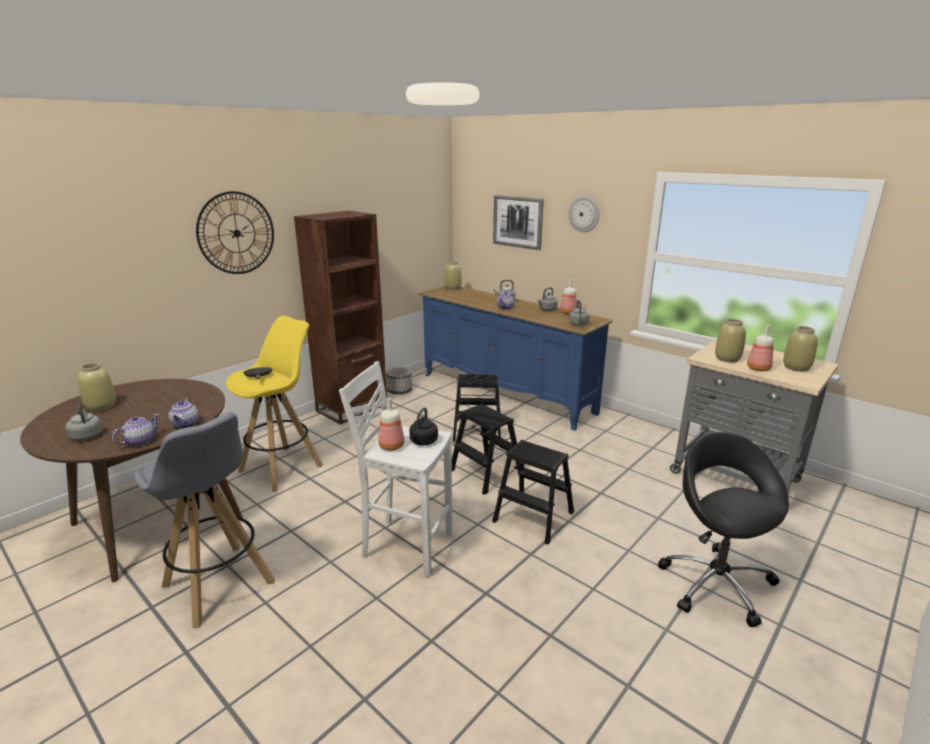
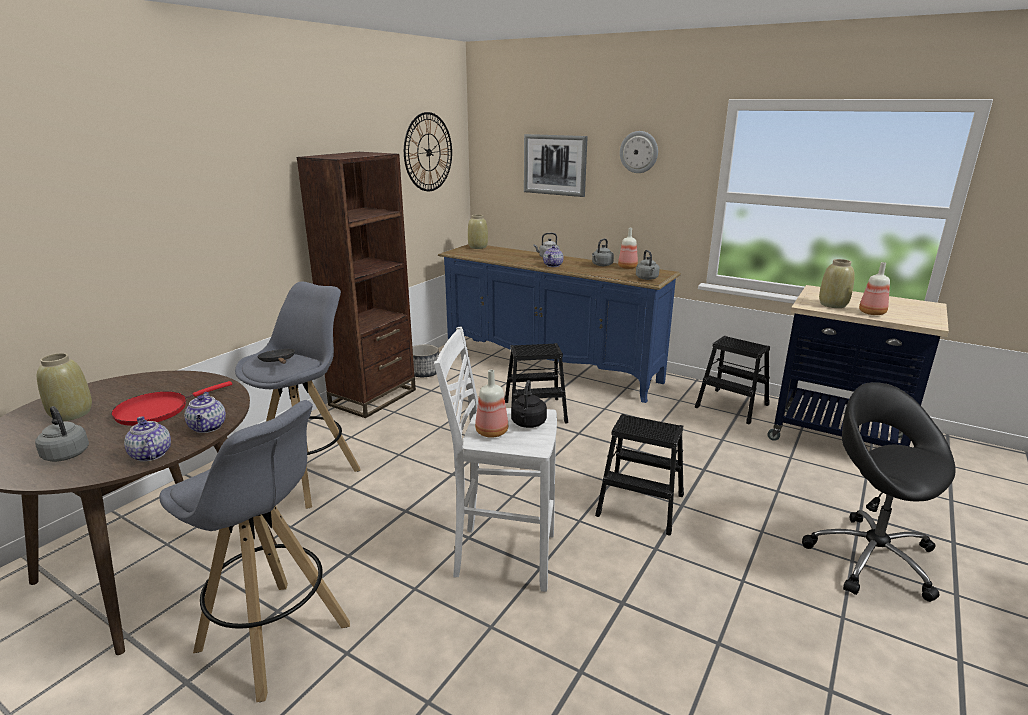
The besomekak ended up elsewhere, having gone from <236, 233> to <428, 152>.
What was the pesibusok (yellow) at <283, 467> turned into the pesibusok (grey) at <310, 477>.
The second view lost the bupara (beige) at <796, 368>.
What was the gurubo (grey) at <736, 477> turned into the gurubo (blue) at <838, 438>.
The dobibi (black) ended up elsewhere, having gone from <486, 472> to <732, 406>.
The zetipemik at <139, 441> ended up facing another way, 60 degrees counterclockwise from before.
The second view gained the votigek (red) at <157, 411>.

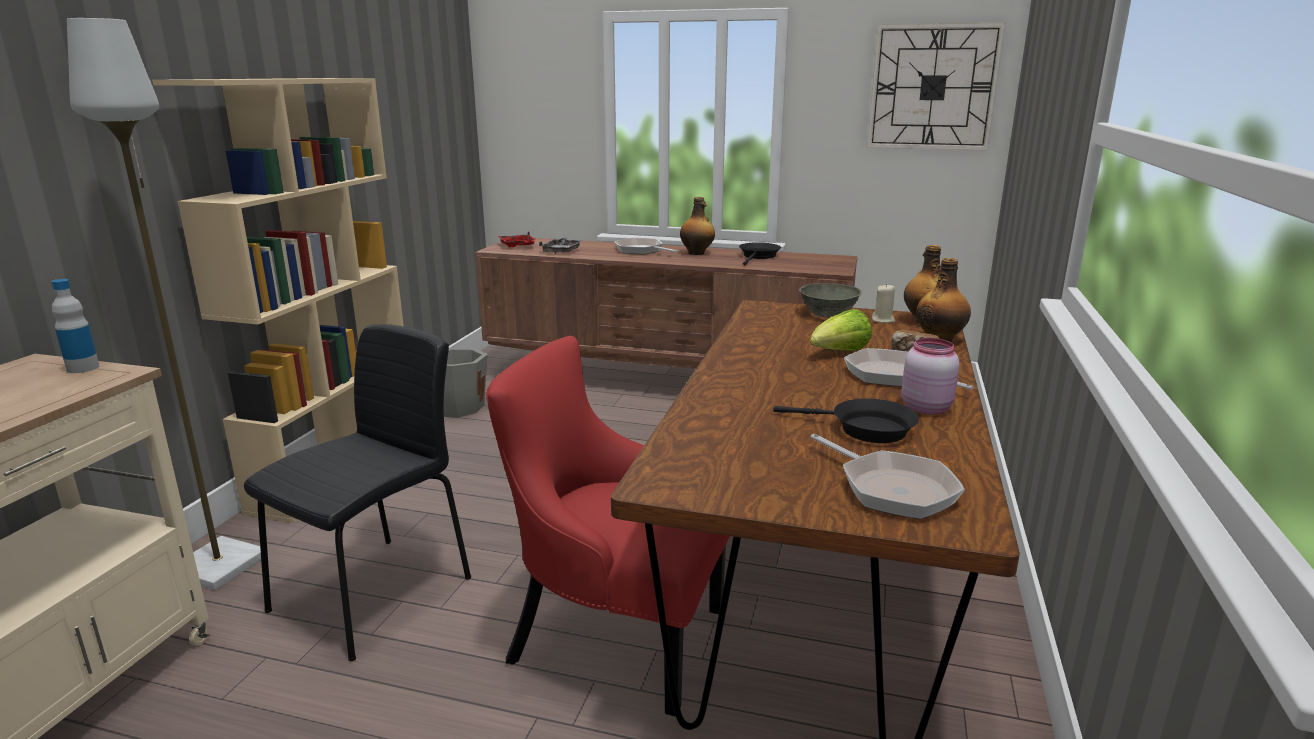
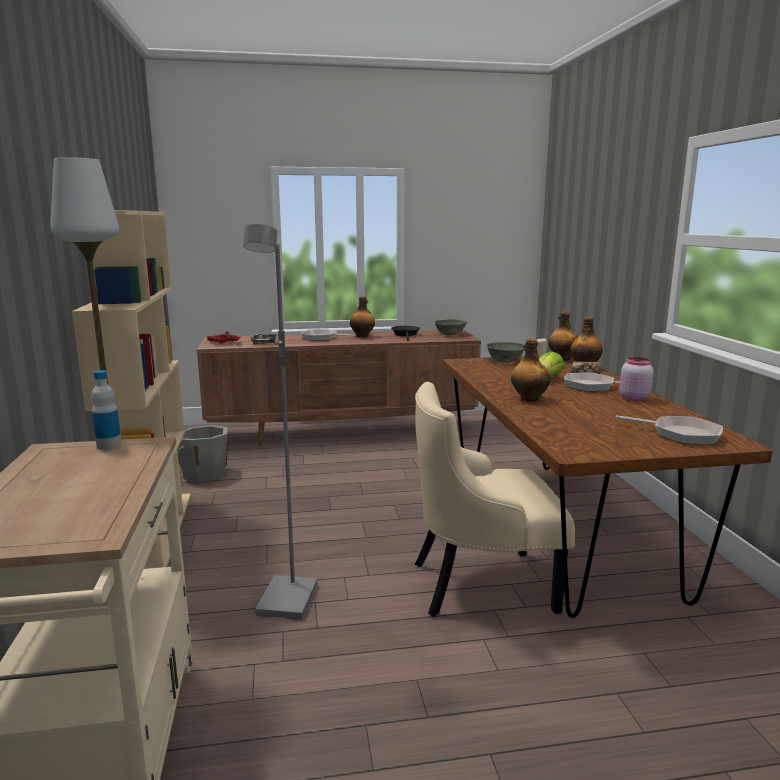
The second view lost the besomekak at <932, 87>.
Where the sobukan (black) stood at <378, 590>, the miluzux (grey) came to stand at <289, 601>.
What was the sobukan (red) at <620, 640> turned into the sobukan (beige) at <484, 585>.
The second view lost the votigek (black) at <865, 429>.
The second view gained the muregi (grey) at <450, 334>.
The second view gained the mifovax at <529, 399>.

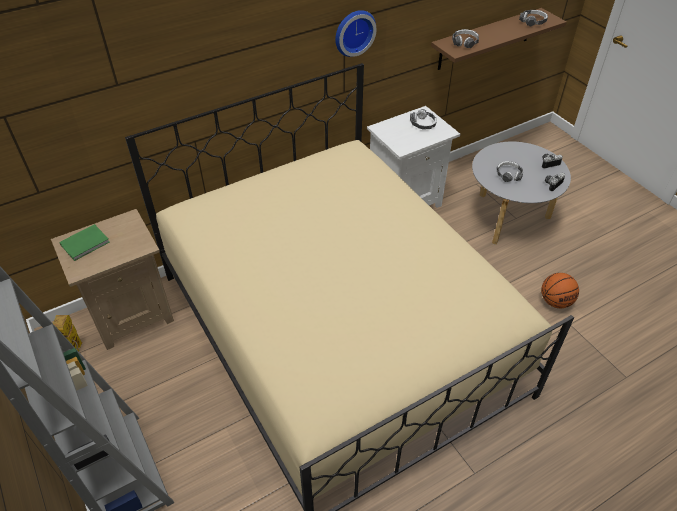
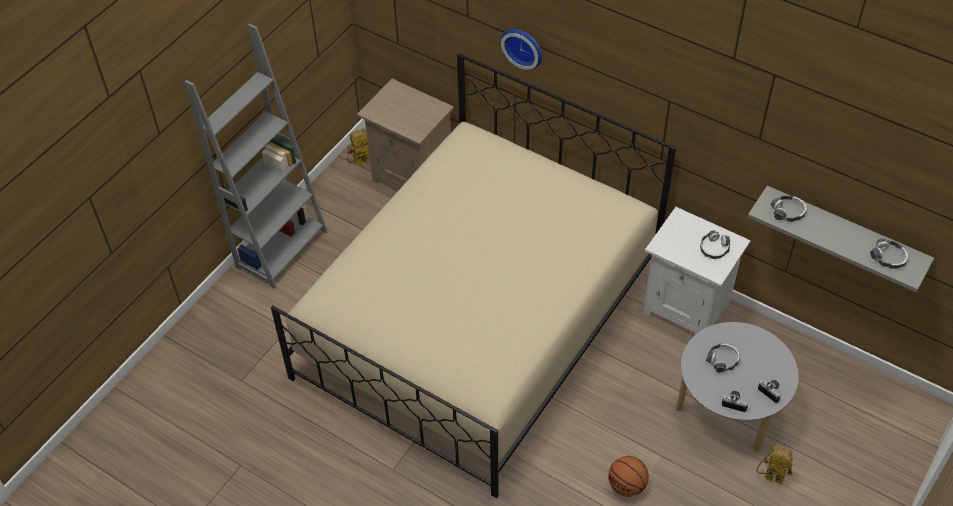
What was the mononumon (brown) at <485, 39> turned into the mononumon (grey) at <844, 233>.
The besomekak ended up elsewhere, having gone from <353, 32> to <524, 46>.
The second view lost the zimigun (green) at <86, 243>.
The second view gained the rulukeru at <769, 477>.

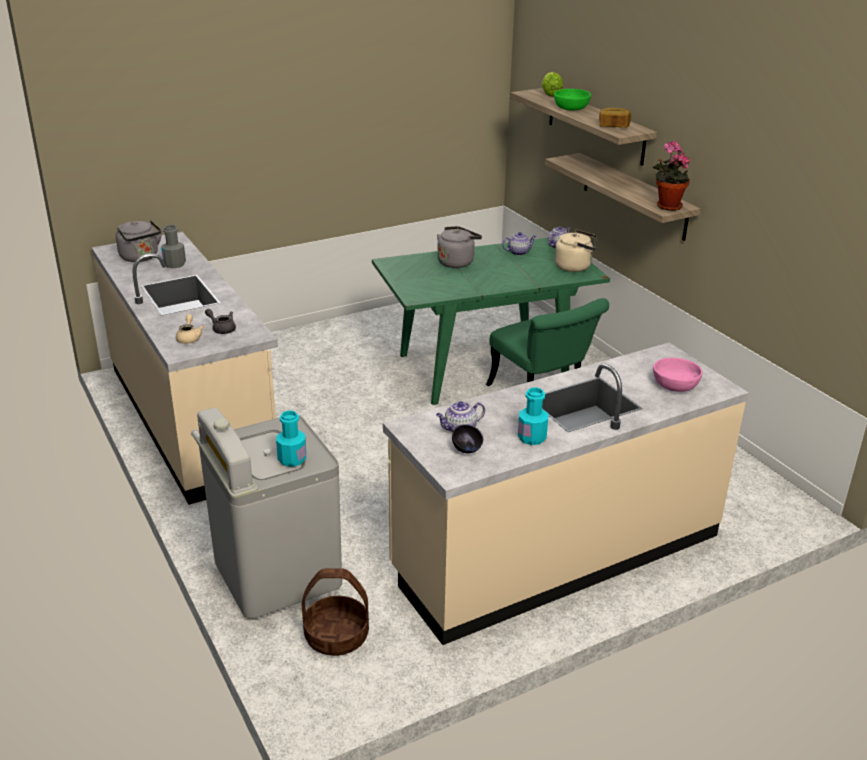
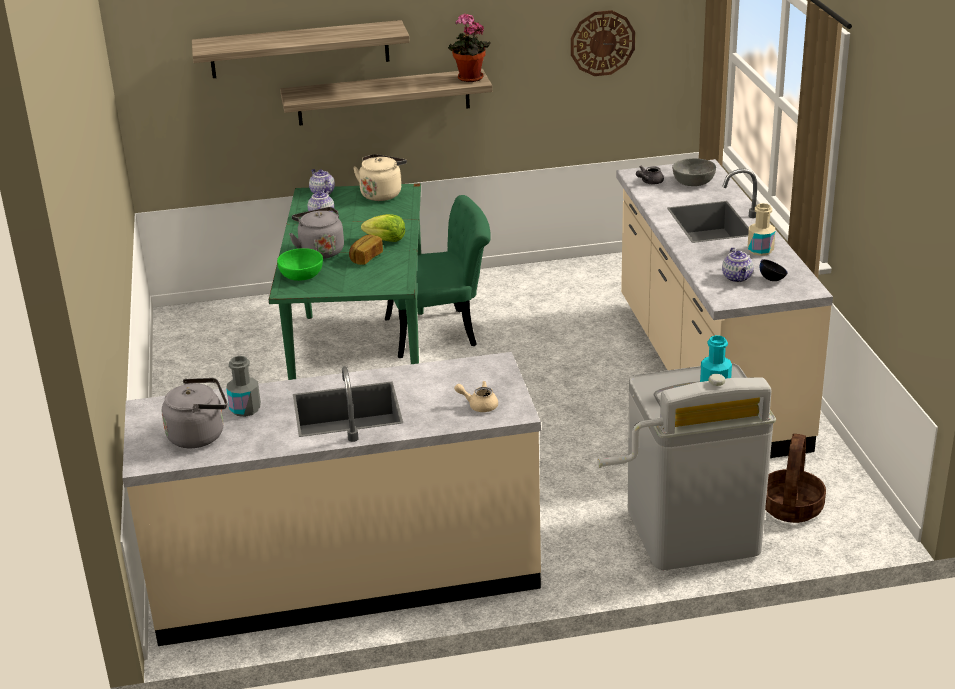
The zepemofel ended up elsewhere, having gone from <550, 94> to <386, 240>.
The muregi (green) ended up elsewhere, having gone from <571, 108> to <301, 275>.
The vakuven ended up elsewhere, having gone from <613, 126> to <365, 258>.
The zetipemik (grey) ended up elsewhere, having gone from <222, 329> to <649, 182>.
What was the muregi (pink) at <675, 385> turned into the muregi (grey) at <693, 182>.
What was the mifovax (turquoise) at <532, 438> turned into the mifovax (beige) at <760, 250>.
The second view gained the besomekak at <602, 43>.

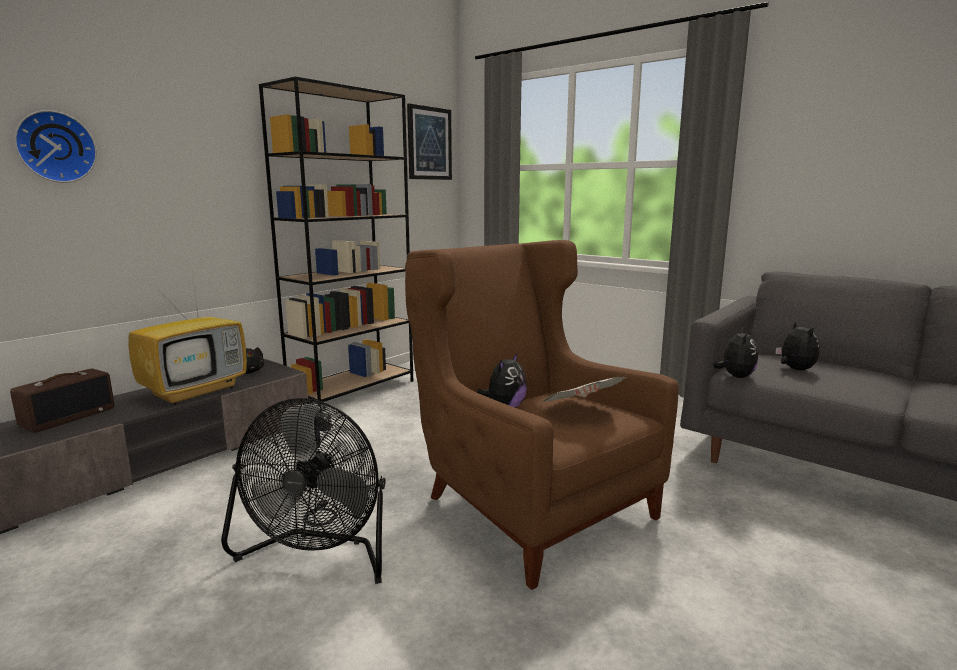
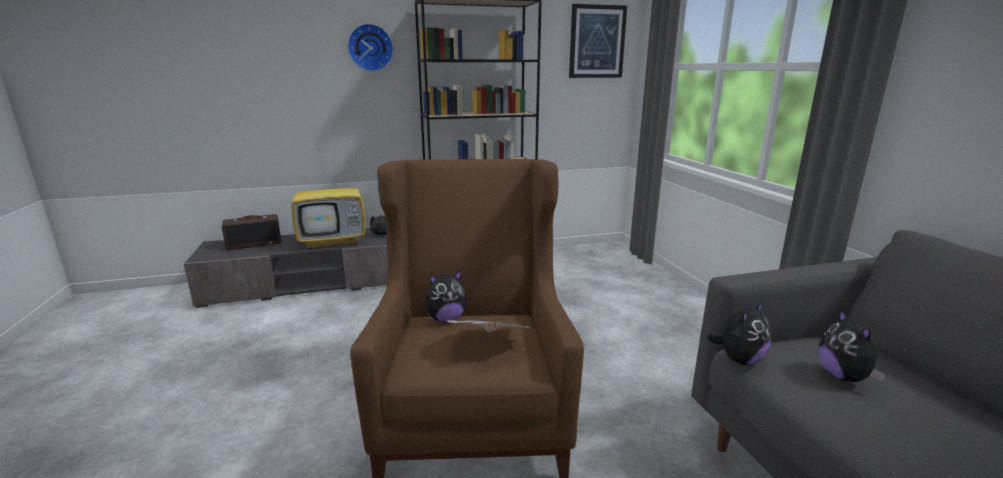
The besomekak ended up elsewhere, having gone from <55, 147> to <370, 48>.
The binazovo at <794, 369> ended up facing another way, 150 degrees clockwise from before.
The second view lost the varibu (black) at <315, 550>.

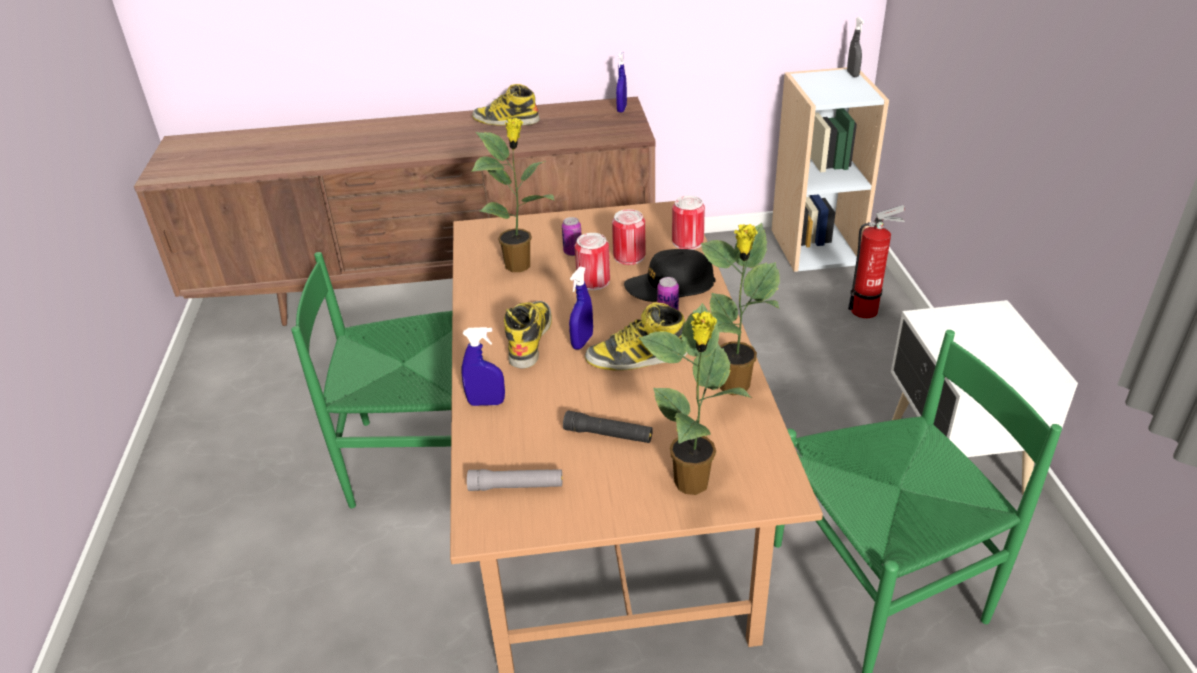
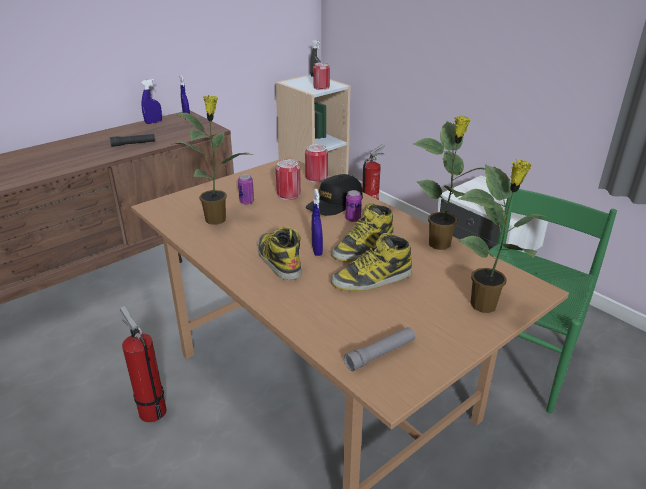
The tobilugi ended up elsewhere, having gone from <505, 120> to <372, 279>.
The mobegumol ended up elsewhere, having gone from <593, 281> to <321, 87>.
Where the sobukan (green) stood at <417, 458>, the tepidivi came to stand at <151, 409>.
The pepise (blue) ended up elsewhere, having gone from <486, 403> to <153, 122>.
The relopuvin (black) ended up elsewhere, having gone from <608, 434> to <133, 144>.

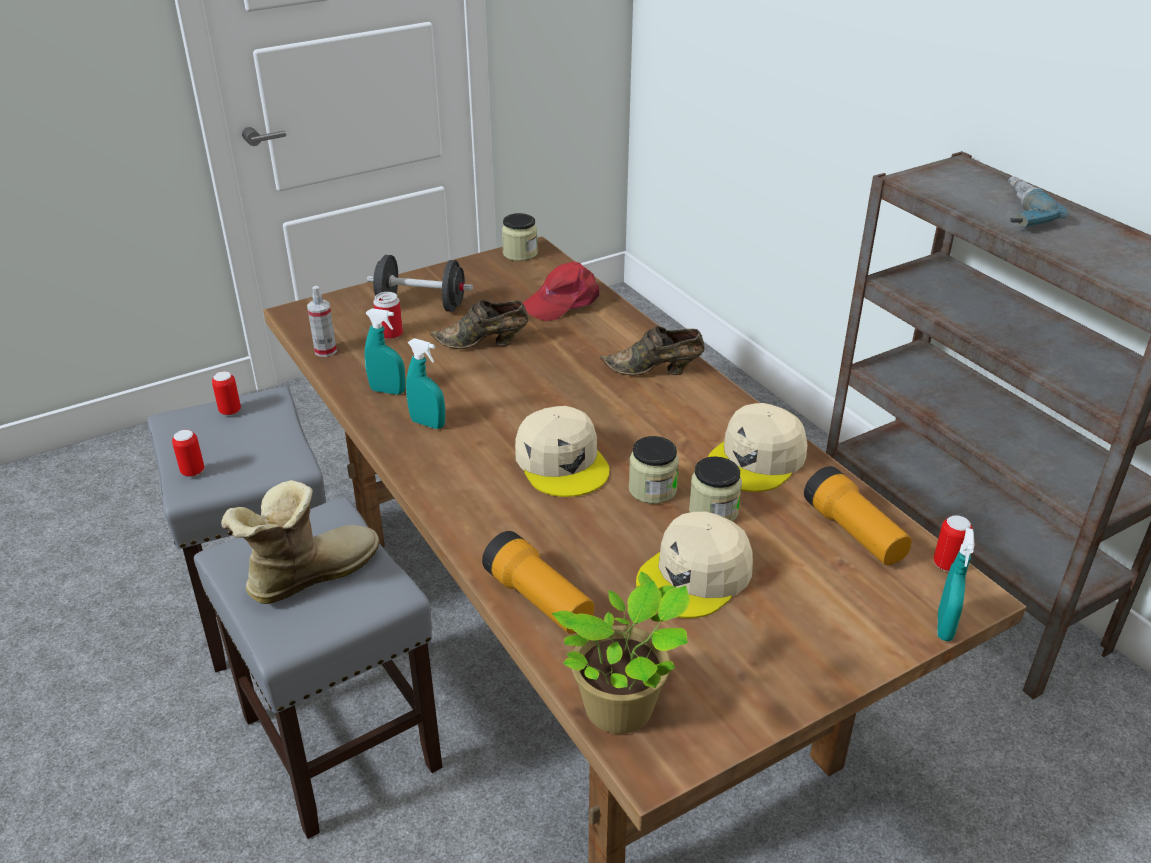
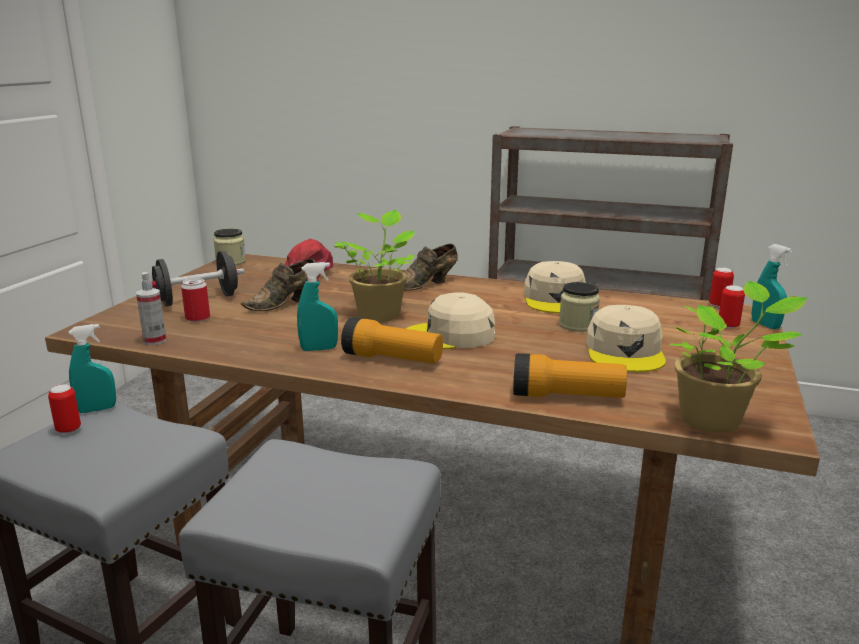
The second view lost the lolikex at <1014, 211>.
The pepise (turquoise) ended up elsewhere, having gone from <387, 391> to <97, 409>.
The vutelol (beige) at <562, 462> ended up facing another way, 150 degrees clockwise from before.
The mobegumol ended up elsewhere, having gone from <193, 471> to <728, 326>.
The second view lost the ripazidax at <652, 489>.
The relopuvin ended up elsewhere, having gone from <854, 533> to <392, 359>.
The second view lost the tobilugi at <308, 573>.
The second view gained the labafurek at <380, 314>.

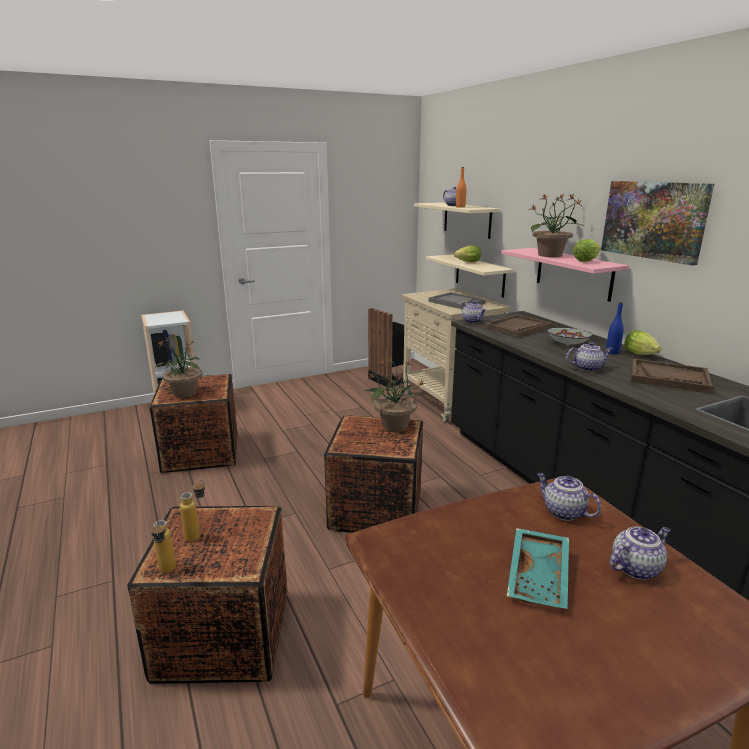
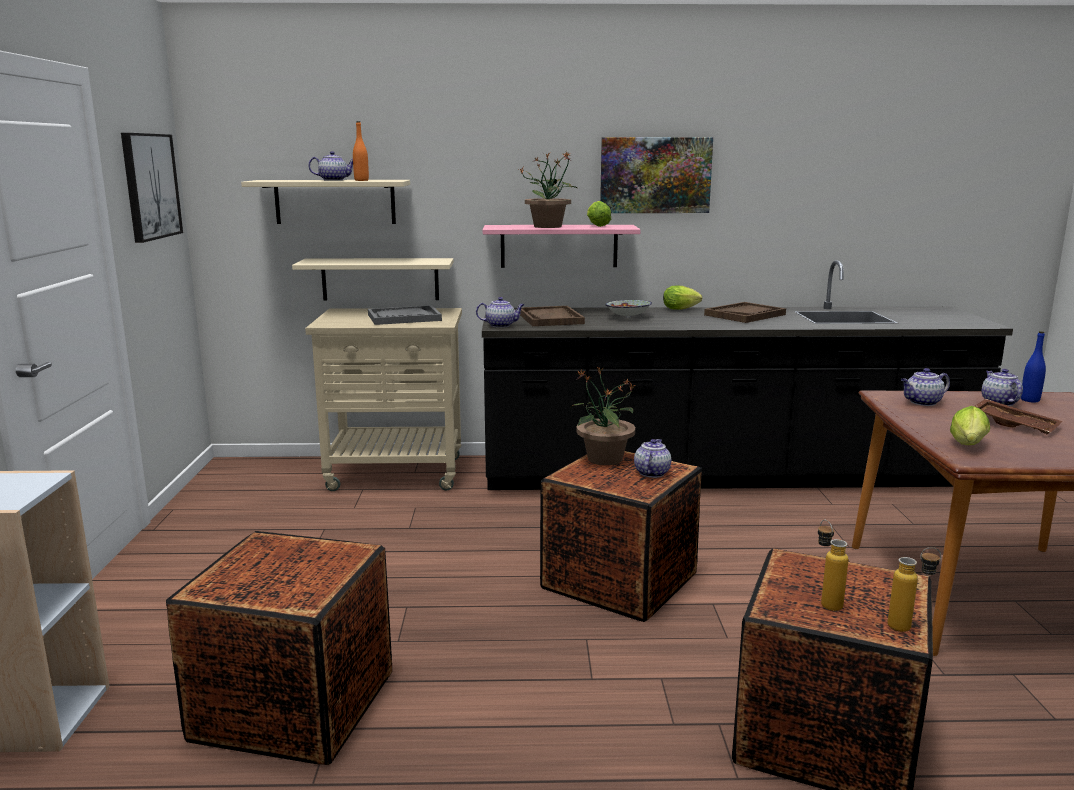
The zepemofel ended up elsewhere, having gone from <466, 262> to <968, 446>.
The mifovax (blue) ended up elsewhere, having gone from <612, 352> to <1030, 400>.
The second view lost the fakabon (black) at <389, 379>.
The second view lost the labafurek at <184, 393>.
The zetipemik ended up elsewhere, having gone from <587, 368> to <651, 473>.
What was the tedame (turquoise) at <540, 577> turned into the tedame (brown) at <1015, 425>.
The second view gained the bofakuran at <150, 186>.

